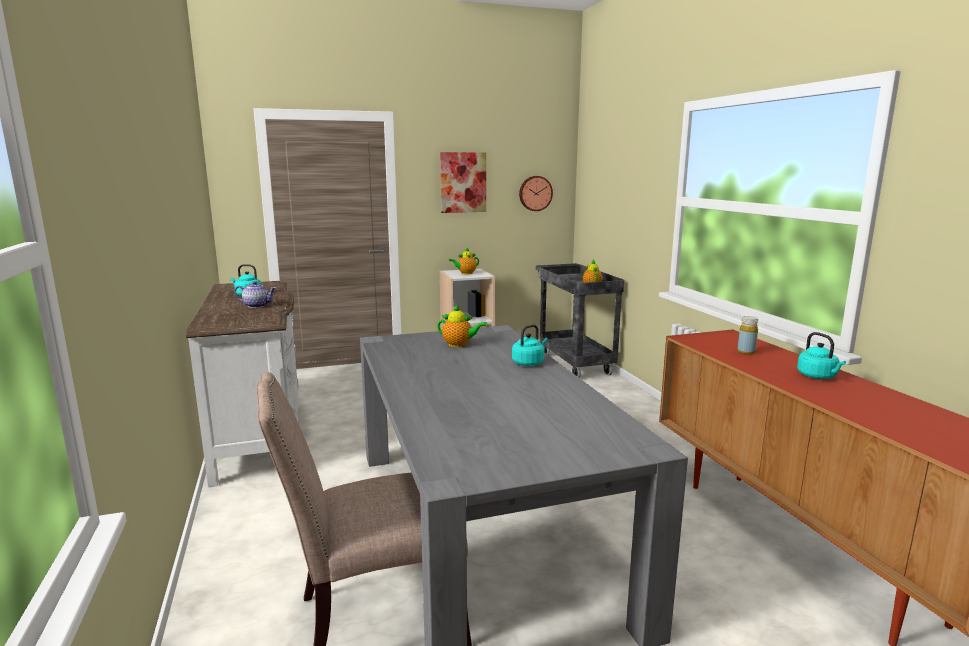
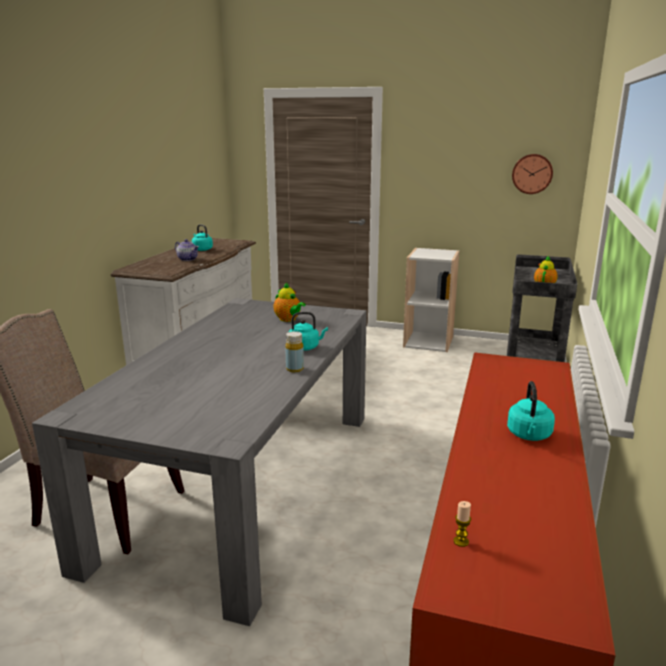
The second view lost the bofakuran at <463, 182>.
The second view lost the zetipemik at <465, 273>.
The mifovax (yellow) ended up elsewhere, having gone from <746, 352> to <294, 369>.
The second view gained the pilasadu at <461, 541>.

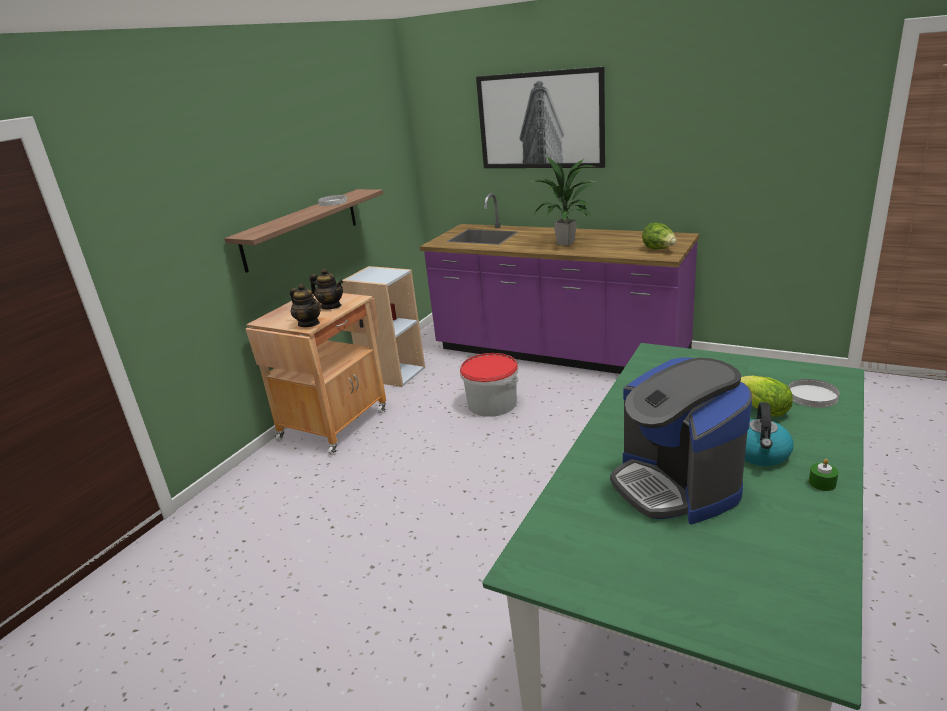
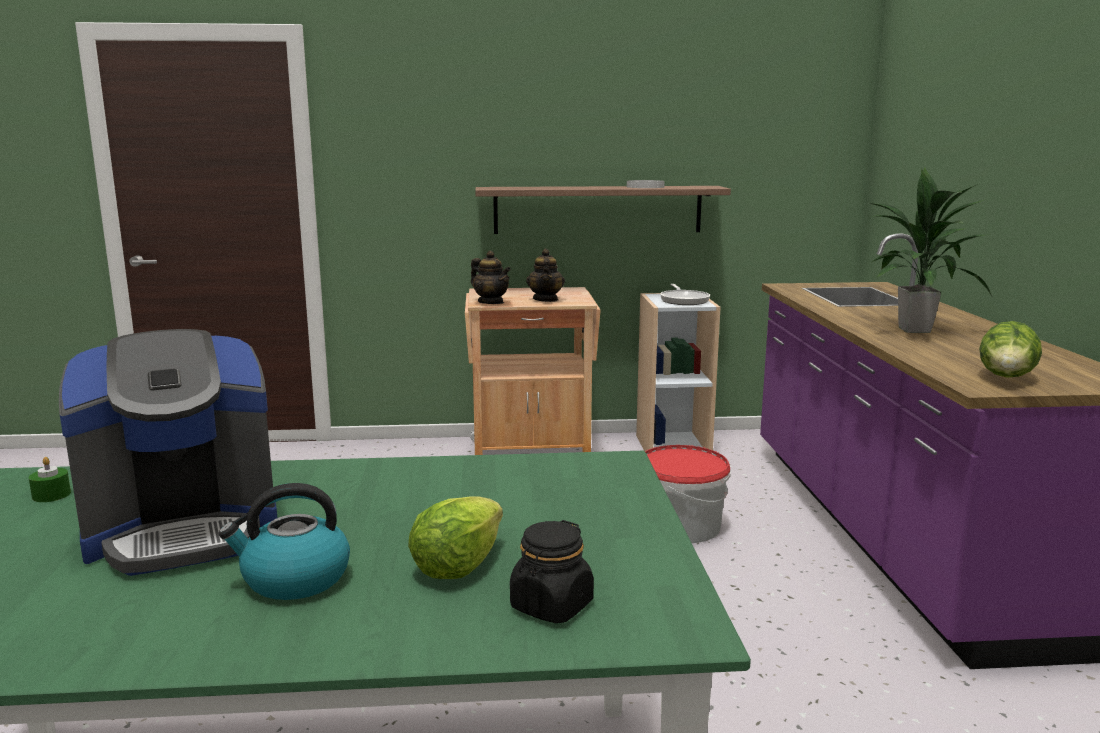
The second view lost the bofakuran at <540, 120>.
The zetipemik at <309, 324> ended up facing another way, 60 degrees counterclockwise from before.
The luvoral at <675, 485> ended up facing another way, 150 degrees counterclockwise from before.
Where the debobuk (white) stood at <811, 396>, the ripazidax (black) came to stand at <551, 606>.
The pilasadu (green) ended up elsewhere, having gone from <822, 483> to <51, 495>.
The second view gained the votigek at <684, 300>.

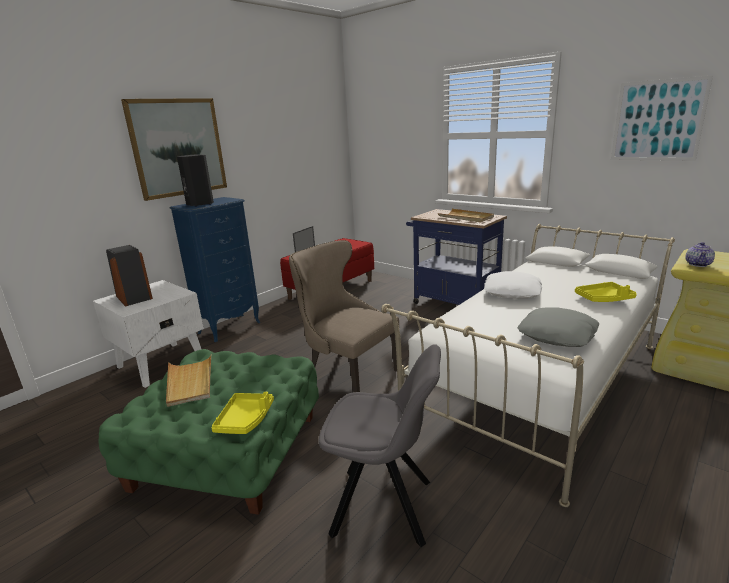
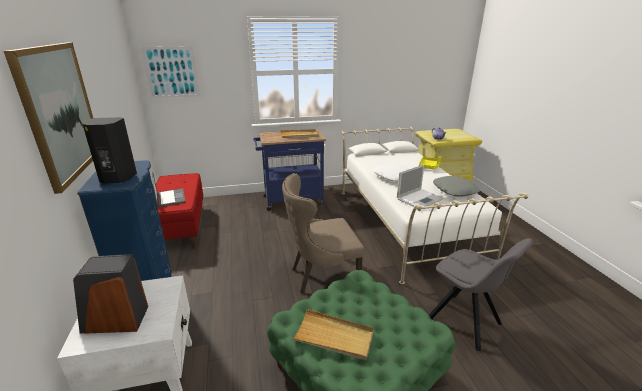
The bofakuran ended up elsewhere, having gone from <657, 121> to <171, 72>.
The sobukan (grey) at <383, 506> ended up facing another way, 90 degrees clockwise from before.
The second view lost the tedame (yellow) at <245, 419>.
The second view gained the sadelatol at <420, 199>.

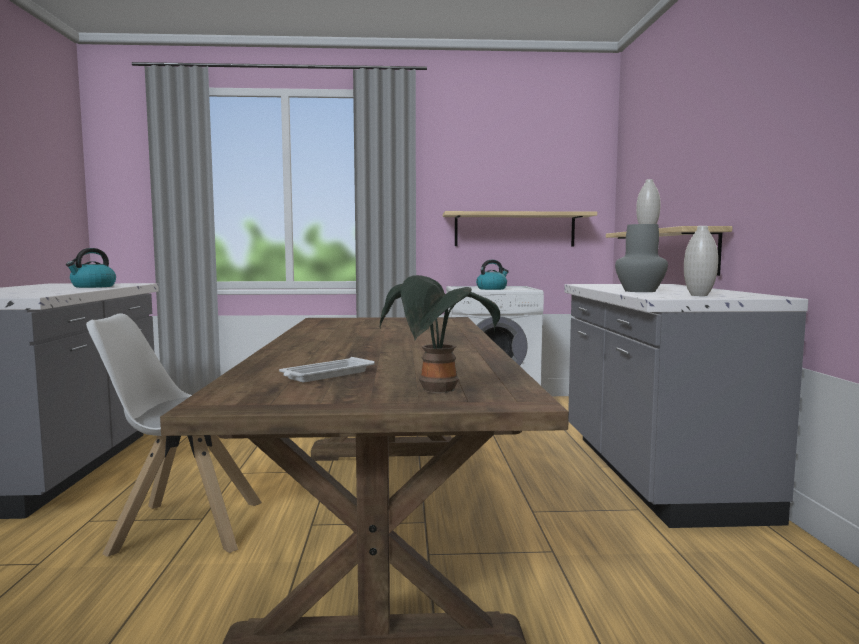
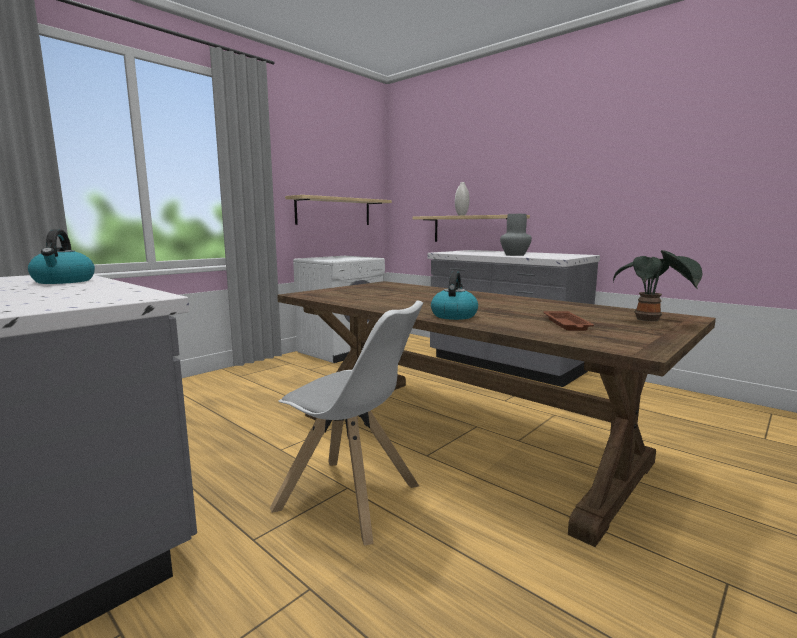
The second view lost the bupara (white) at <699, 295>.
The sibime ended up elsewhere, having gone from <492, 289> to <453, 315>.
The sobukan at <184, 527> ended up facing another way, 105 degrees counterclockwise from before.
What was the tedame (white) at <326, 375> turned into the tedame (brown) at <567, 324>.

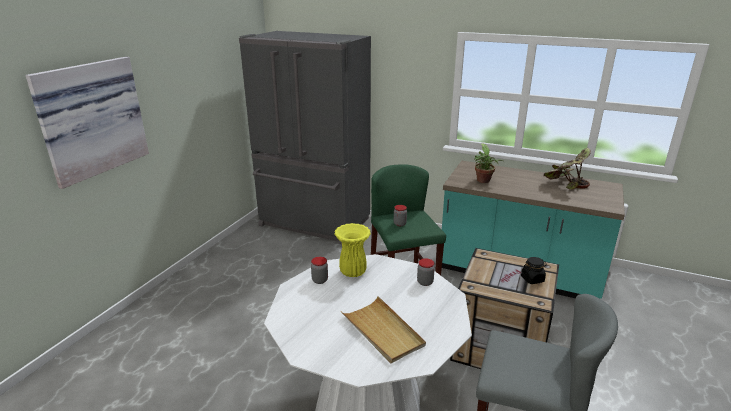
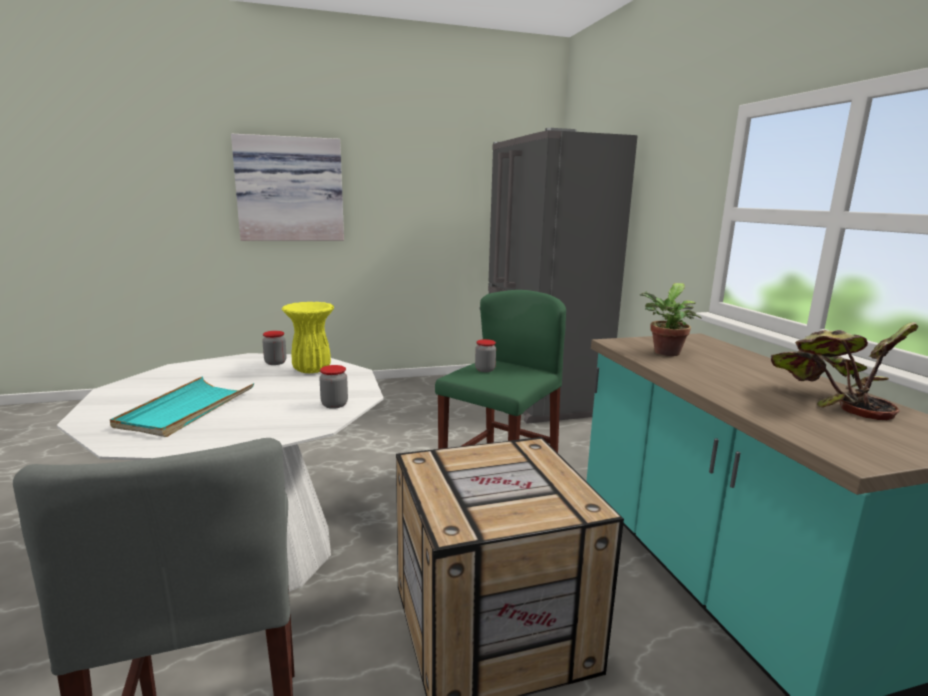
The second view lost the ripazidax (black) at <532, 279>.
What was the tedame (beige) at <383, 331> turned into the tedame (turquoise) at <187, 410>.

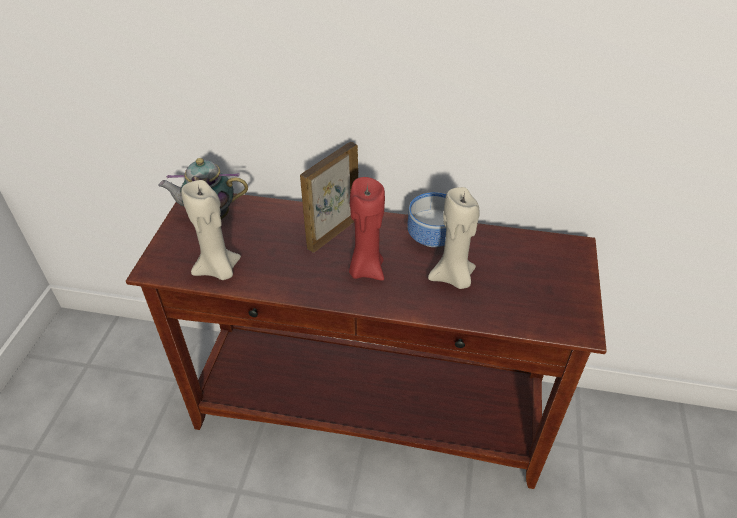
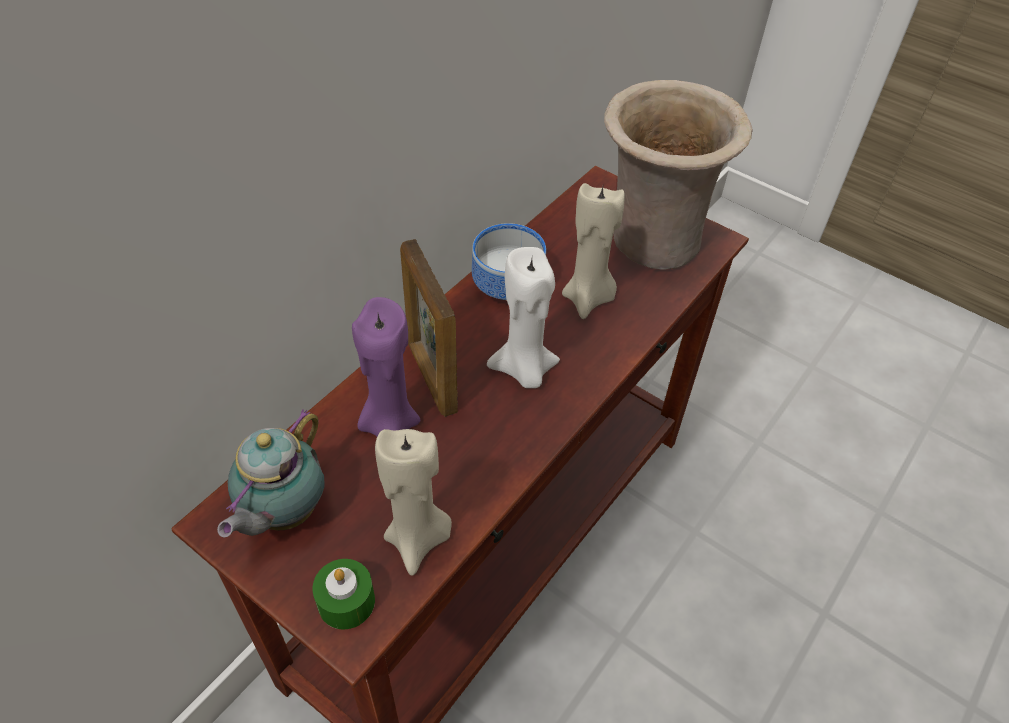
What was the pilasadu (red) at <366, 269> turned into the pilasadu (white) at <524, 370>.
The second view gained the bupara (beige) at <651, 241>.
The second view gained the pilasadu (purple) at <389, 424>.
The second view gained the pilasadu (green) at <346, 602>.

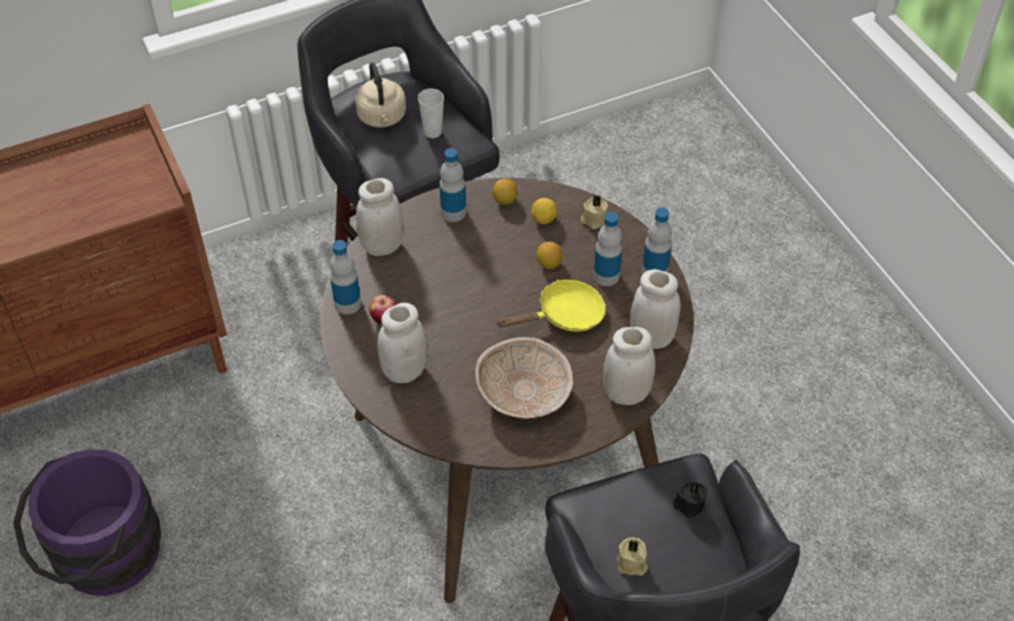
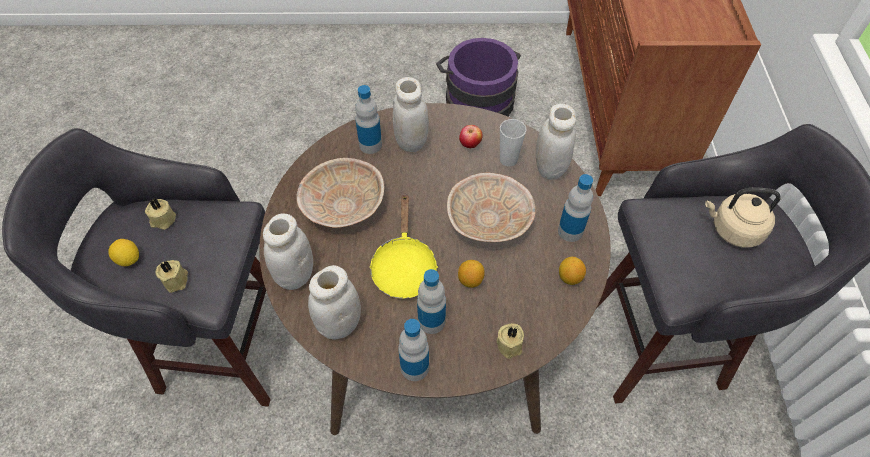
The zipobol ended up elsewhere, having gone from <432, 132> to <508, 160>.
The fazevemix ended up elsewhere, having gone from <544, 219> to <129, 259>.
The mifovax ended up elsewhere, having gone from <347, 304> to <370, 145>.
What was the pilasadu (black) at <688, 504> turned into the pilasadu (beige) at <177, 280>.
The second view gained the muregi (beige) at <490, 220>.

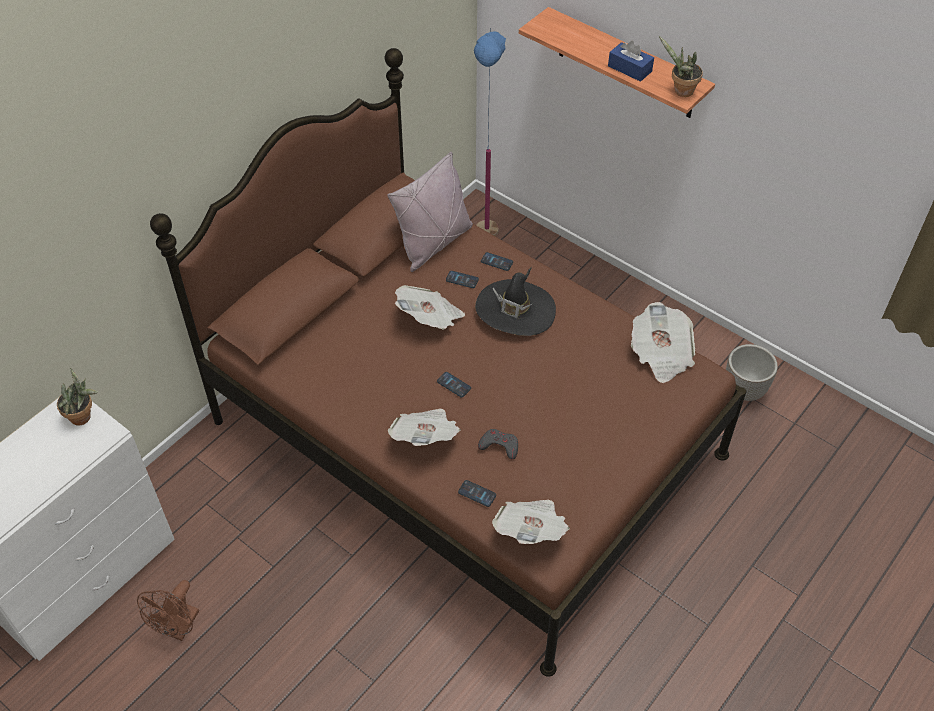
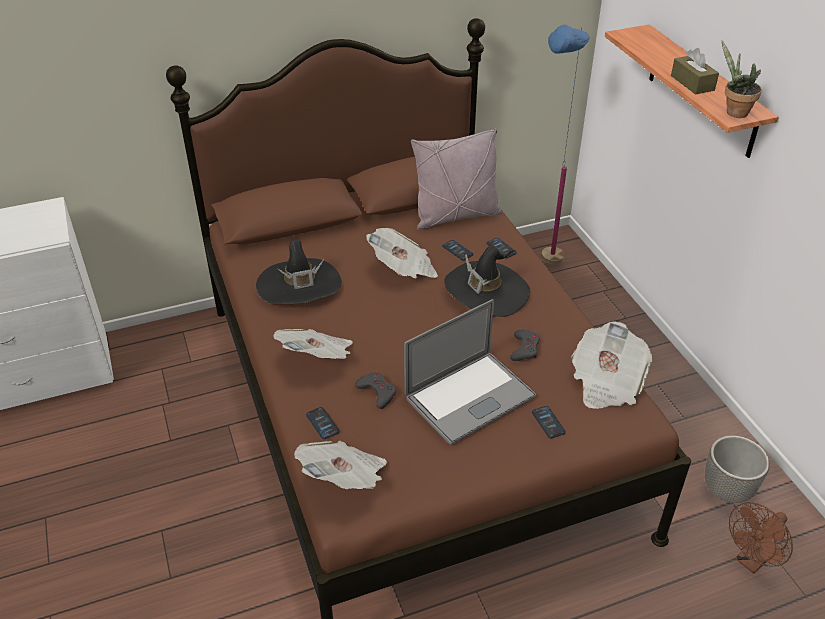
What was the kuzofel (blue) at <629, 69> turned into the kuzofel (brown) at <692, 83>.
The second view lost the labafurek at <84, 417>.
The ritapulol ended up elsewhere, having gone from <454, 385> to <548, 422>.
The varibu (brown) ended up elsewhere, having gone from <179, 628> to <751, 560>.
The second view gained the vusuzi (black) at <299, 286>.
The second view gained the sadelatol at <470, 397>.
The second view gained the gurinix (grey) at <524, 349>.

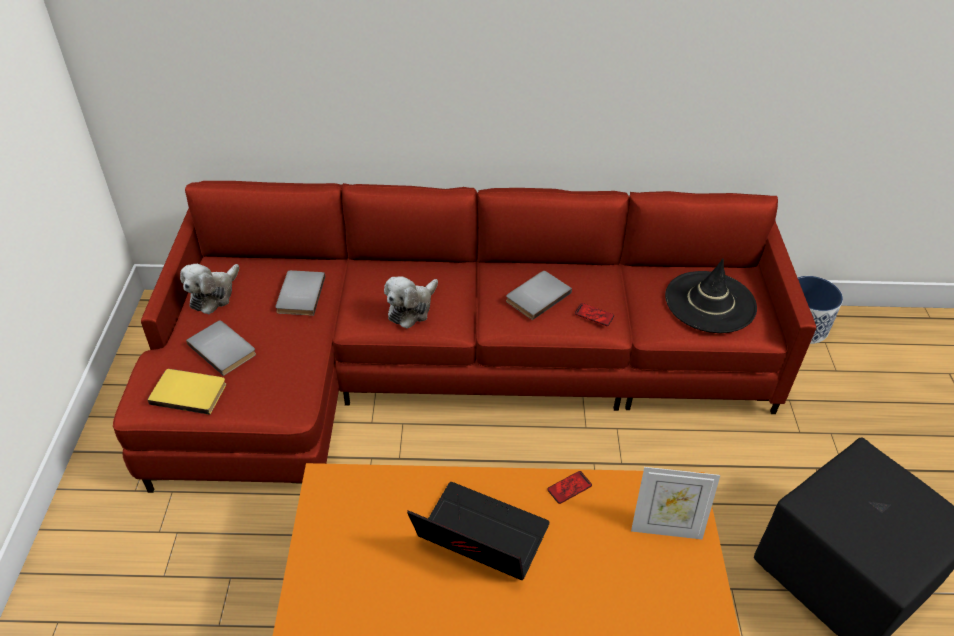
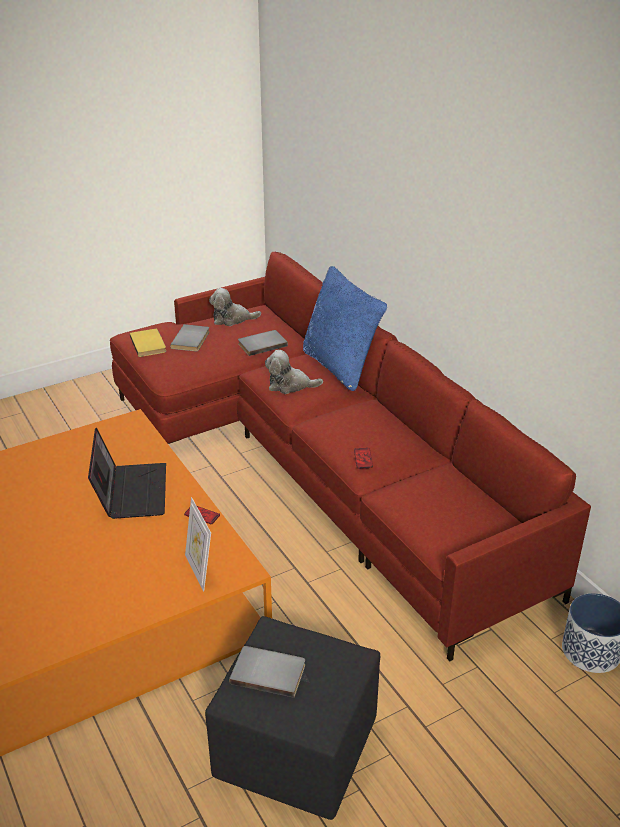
The second view lost the vusuzi (black) at <710, 302>.
The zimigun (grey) ended up elsewhere, having gone from <536, 296> to <269, 671>.
The second view gained the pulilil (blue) at <340, 370>.

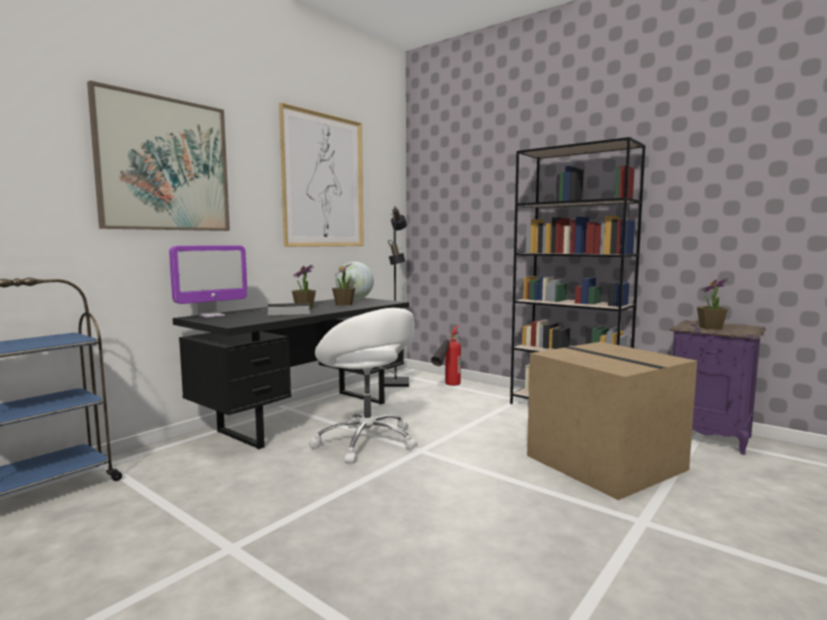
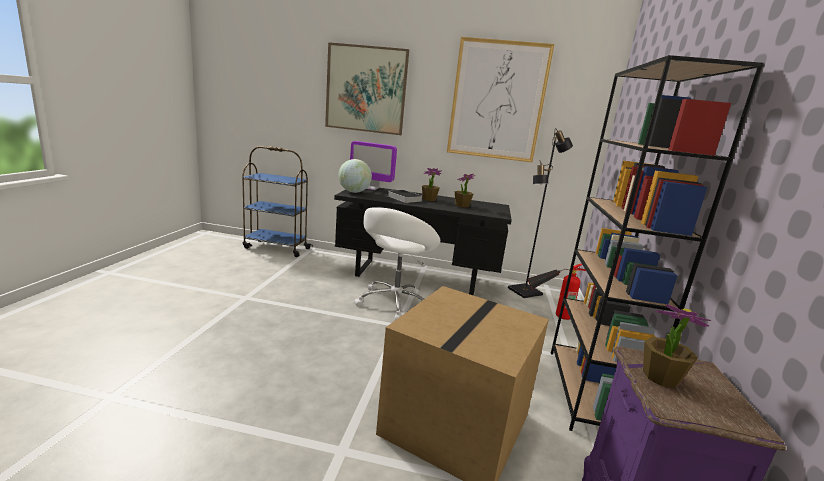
The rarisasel ended up elsewhere, having gone from <355, 299> to <354, 192>.

